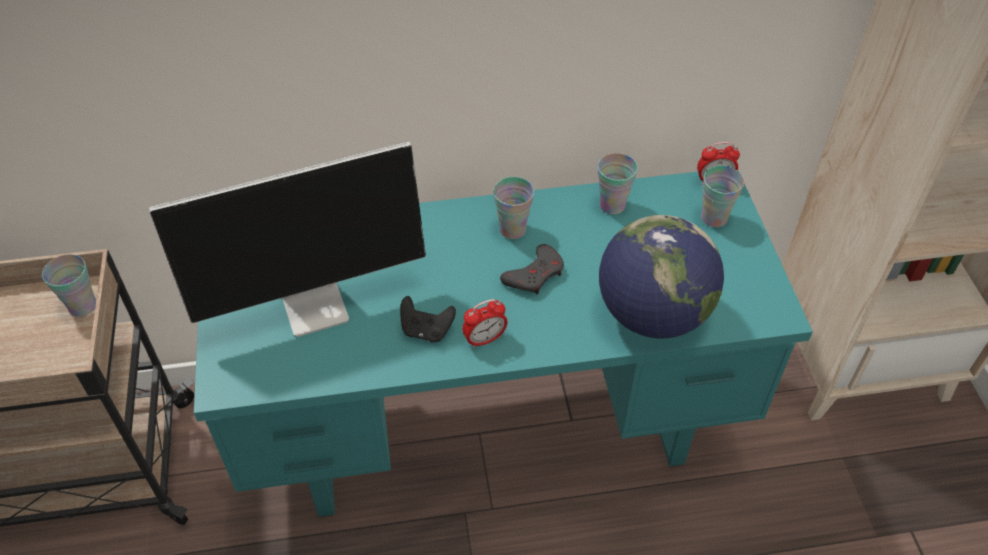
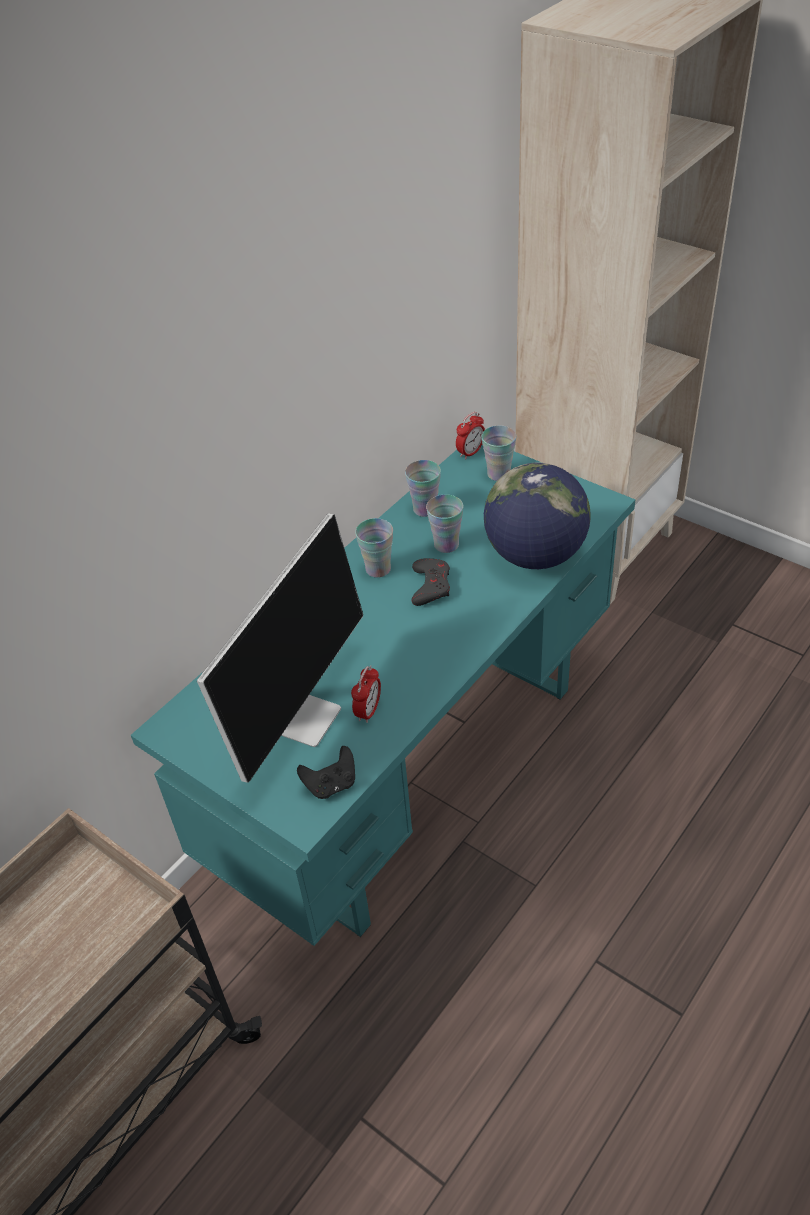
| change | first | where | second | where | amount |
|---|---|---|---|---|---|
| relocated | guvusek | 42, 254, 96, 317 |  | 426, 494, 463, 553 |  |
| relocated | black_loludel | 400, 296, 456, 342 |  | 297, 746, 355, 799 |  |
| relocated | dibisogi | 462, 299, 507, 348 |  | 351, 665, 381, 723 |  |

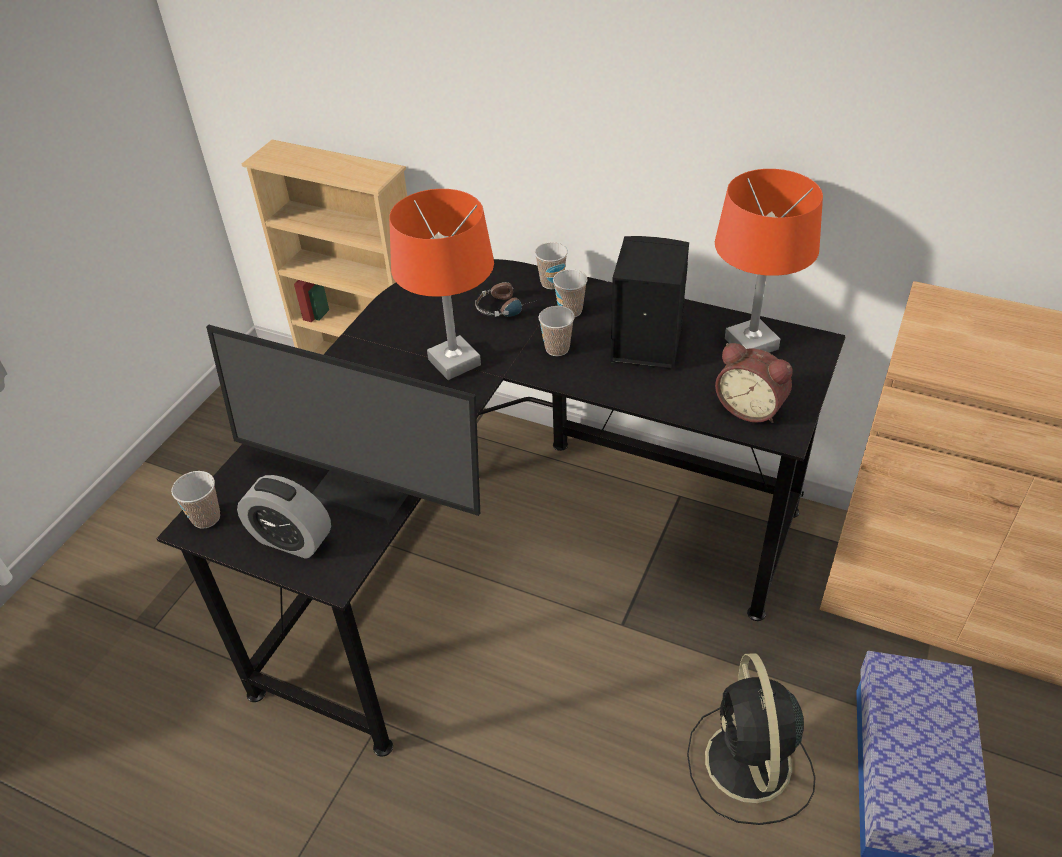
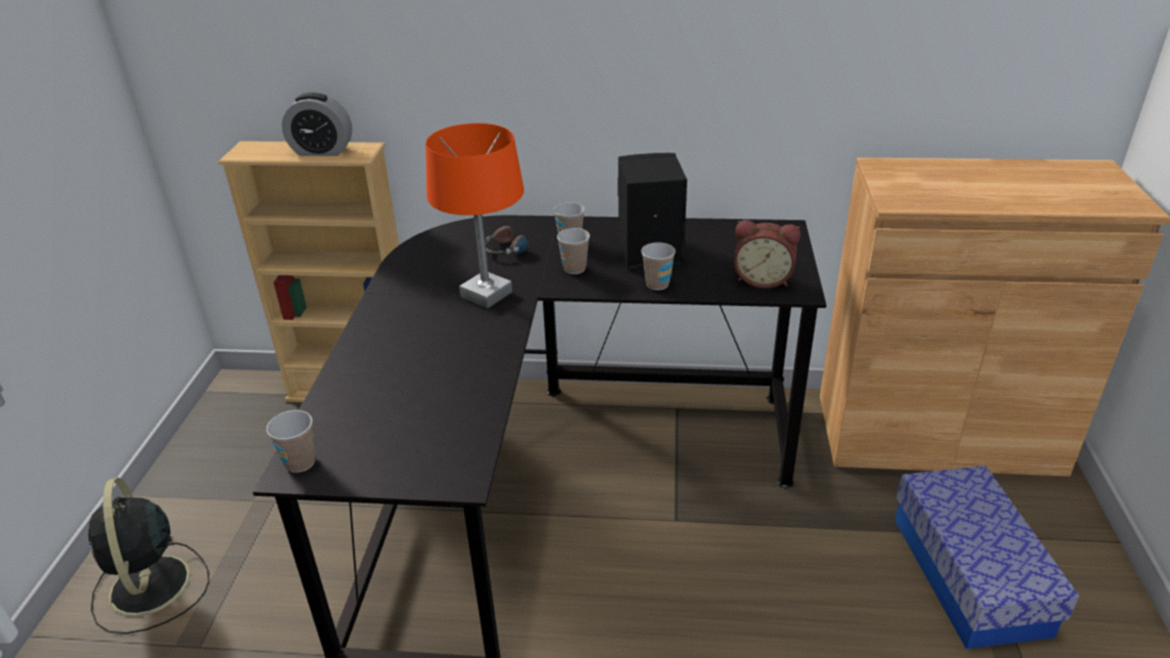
| change | first | where | second | where | amount |
|---|---|---|---|---|---|
| missing | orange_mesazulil | 715, 169, 823, 353 |  |  |  |
| relocated | guvusek | 534, 242, 568, 289 |  | 641, 242, 675, 290 |  |
| missing | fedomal | 206, 325, 480, 525 |  |  |  |
| relocated | dibisogi | 237, 475, 331, 559 |  | 282, 92, 352, 156 |  |
| relocated | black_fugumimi | 687, 653, 816, 825 |  | 89, 478, 209, 634 |  |

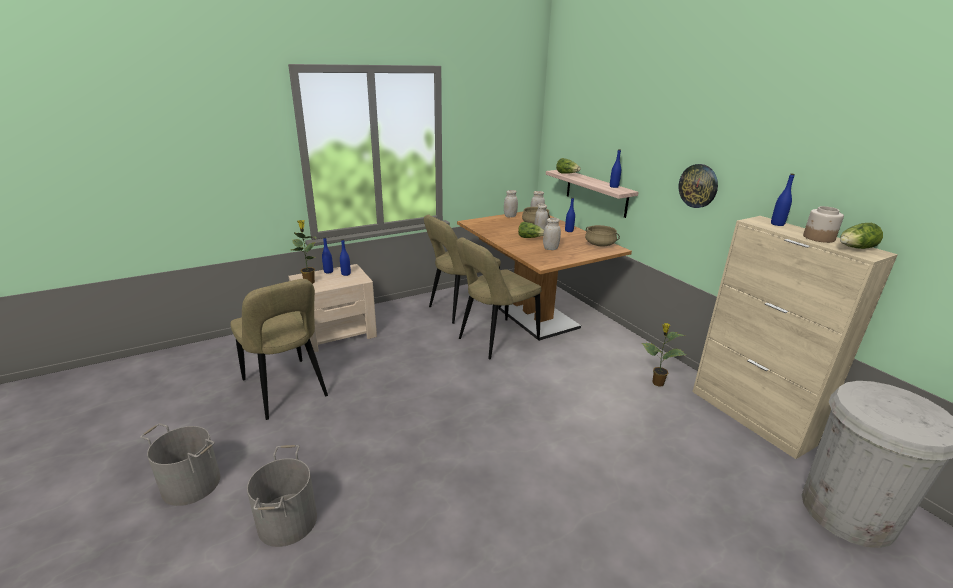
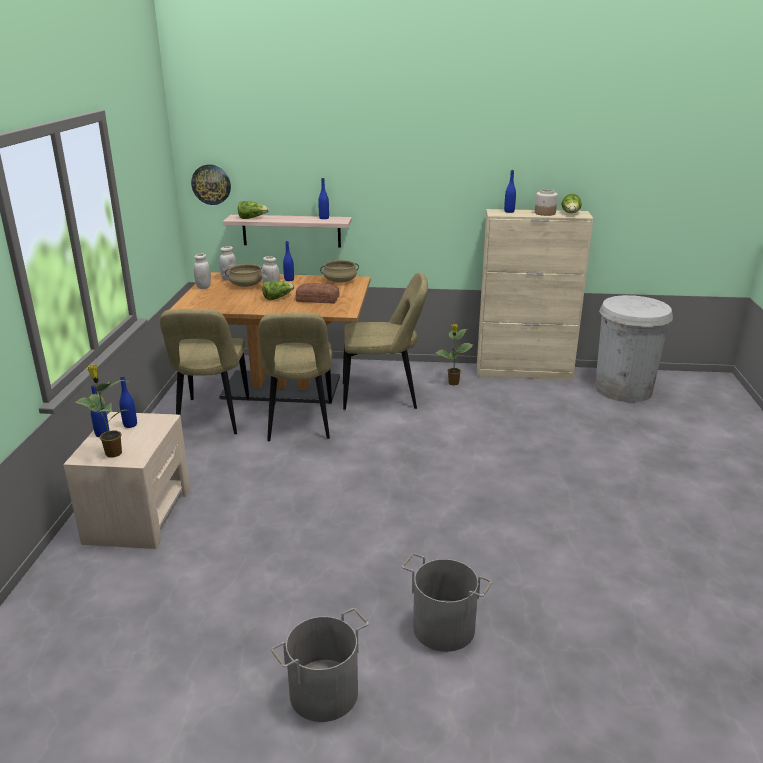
| change | first | where | second | where | amount |
|---|---|---|---|---|---|
| relocated | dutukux | 678, 164, 718, 208 |  | 191, 165, 231, 205 |  |
| exchanged | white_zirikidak | 543, 218, 561, 250 | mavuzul | 295, 283, 340, 304 |  |
| relocated | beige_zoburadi | 231, 279, 328, 420 |  | 343, 273, 428, 410 |  |

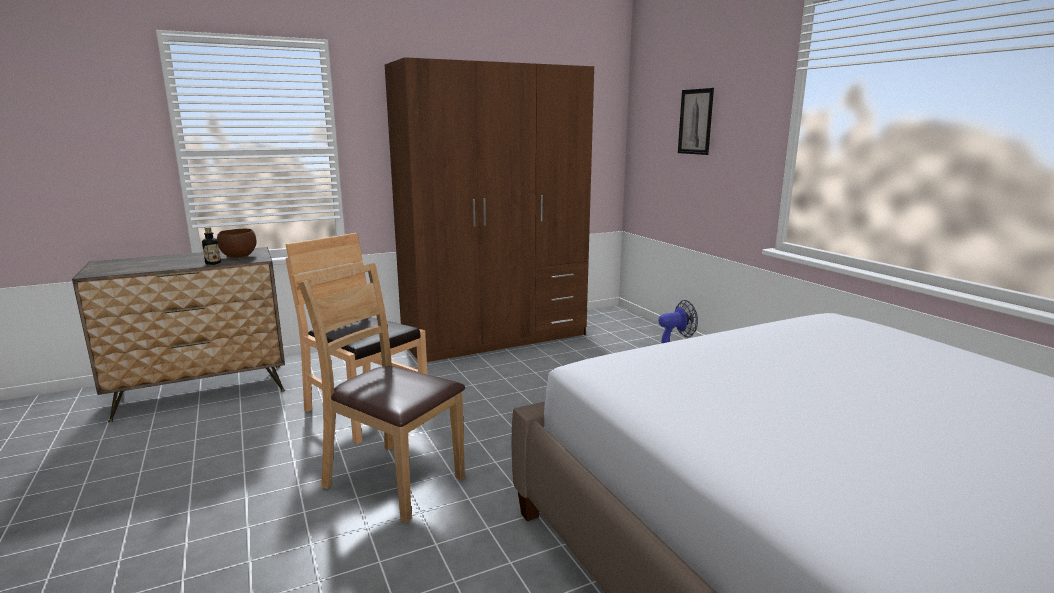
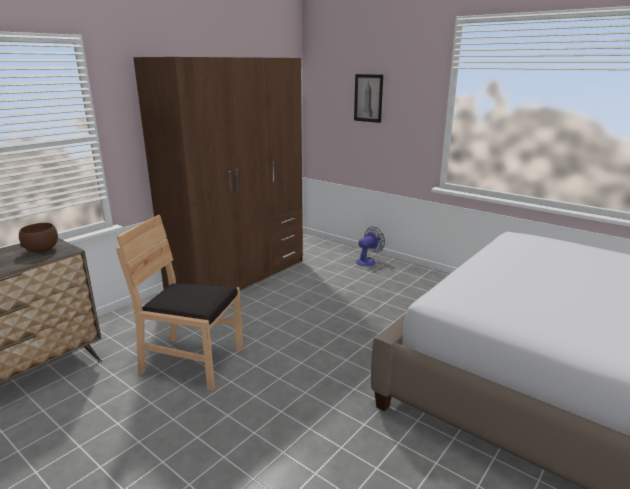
| change | first | where | second | where | amount |
|---|---|---|---|---|---|
| missing | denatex | 202, 227, 221, 265 |  |  |  |
| missing | brown_zoburadi | 298, 263, 465, 523 |  |  |  |

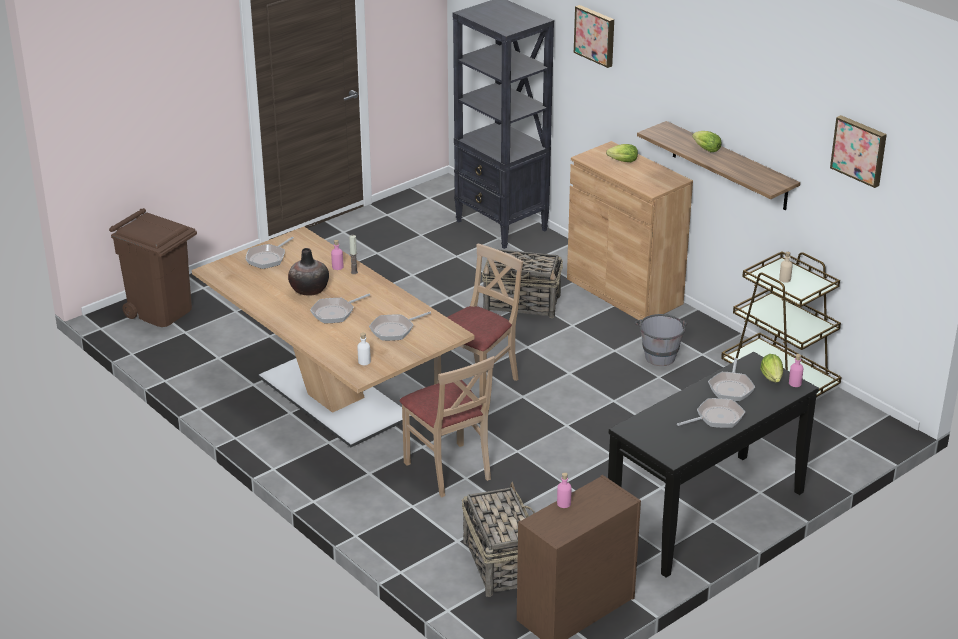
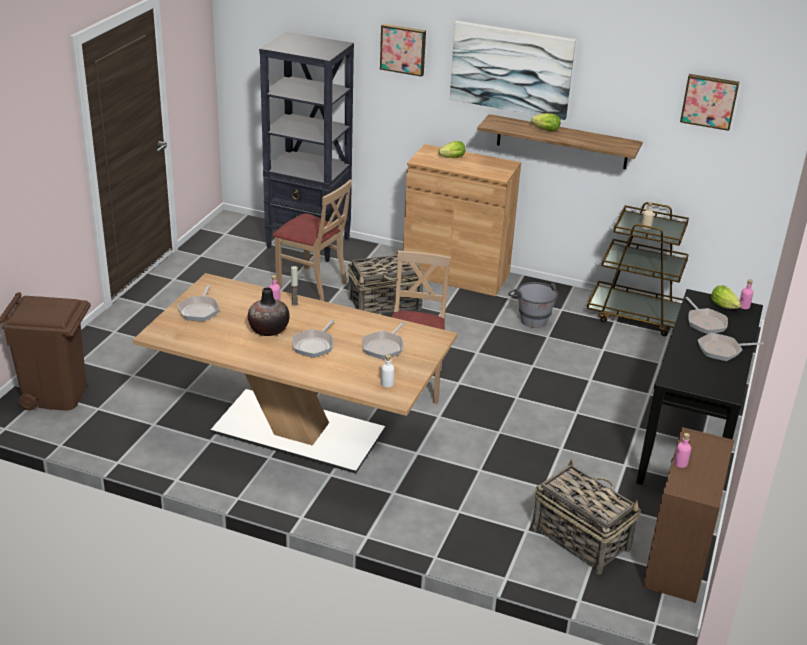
| change | first | where | second | where | amount |
|---|---|---|---|---|---|
| relocated | beige_zoburadi | 400, 356, 495, 498 |  | 273, 180, 352, 301 |  |
| spun | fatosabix | 677, 398, 745, 428 |  | 698, 333, 764, 361 | 135 degrees counterclockwise |
| appeared |  |  | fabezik | 450, 21, 576, 120 |  |

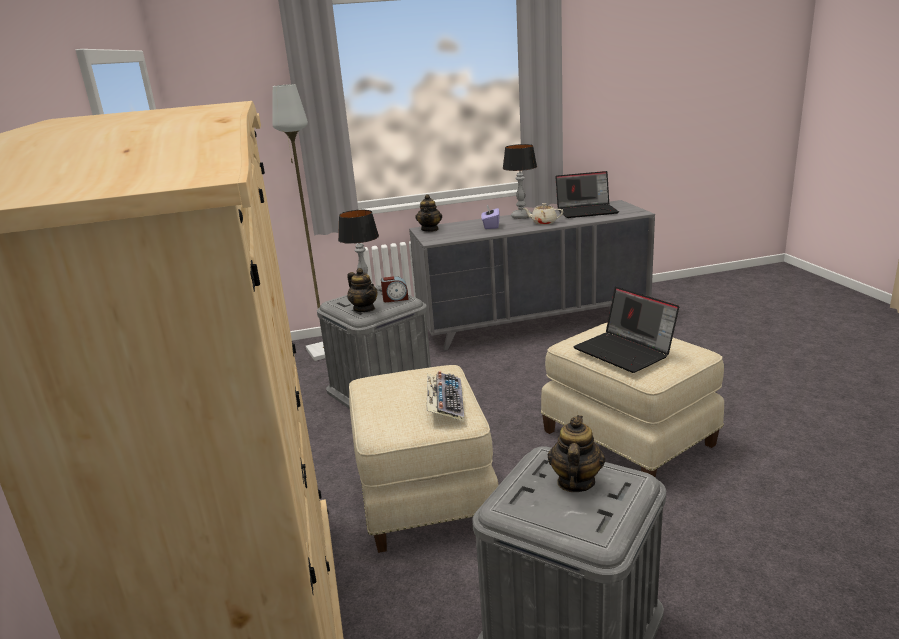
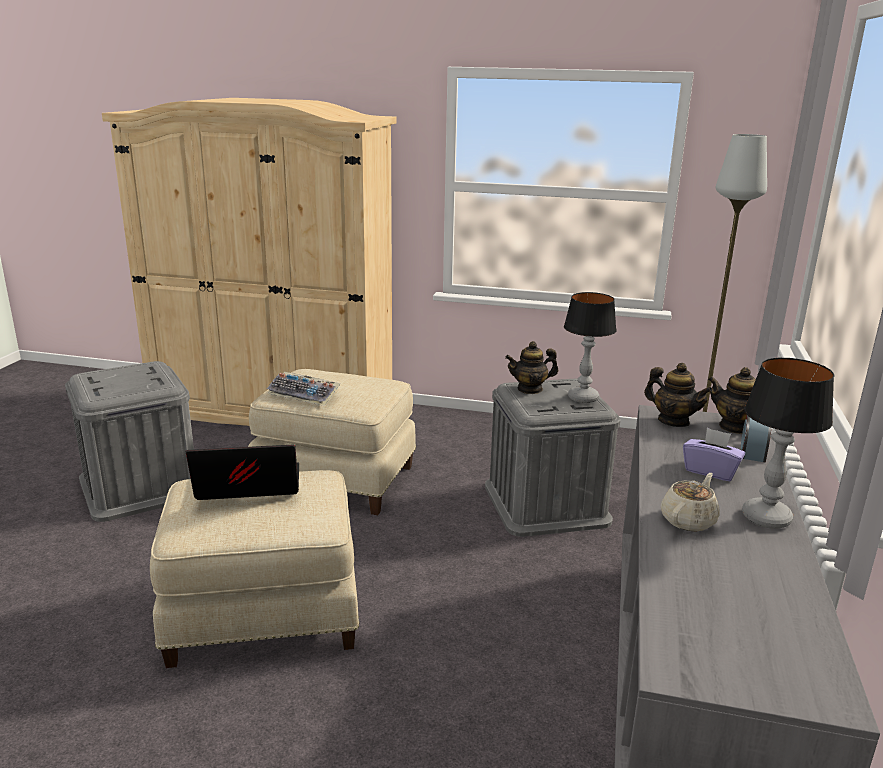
| change | first | where | second | where | amount |
|---|---|---|---|---|---|
| missing | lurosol | 555, 171, 619, 218 |  |  |  |
| relocated | dibisogi | 381, 276, 409, 302 |  | 741, 414, 771, 462 |  |
| relocated | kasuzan | 548, 415, 605, 492 |  | 644, 363, 713, 427 |  |

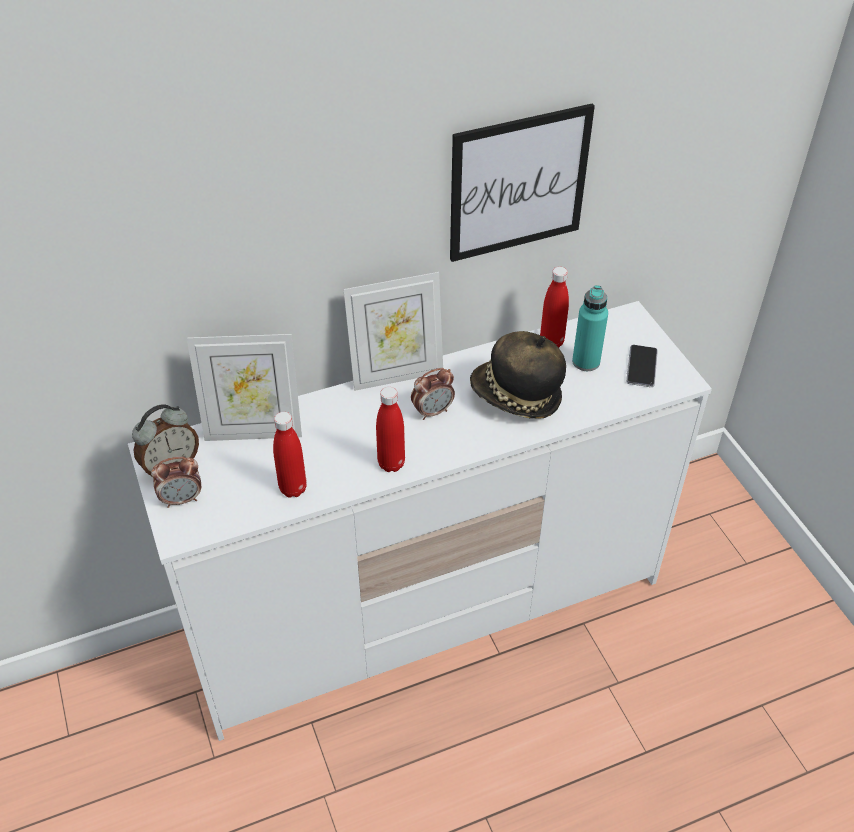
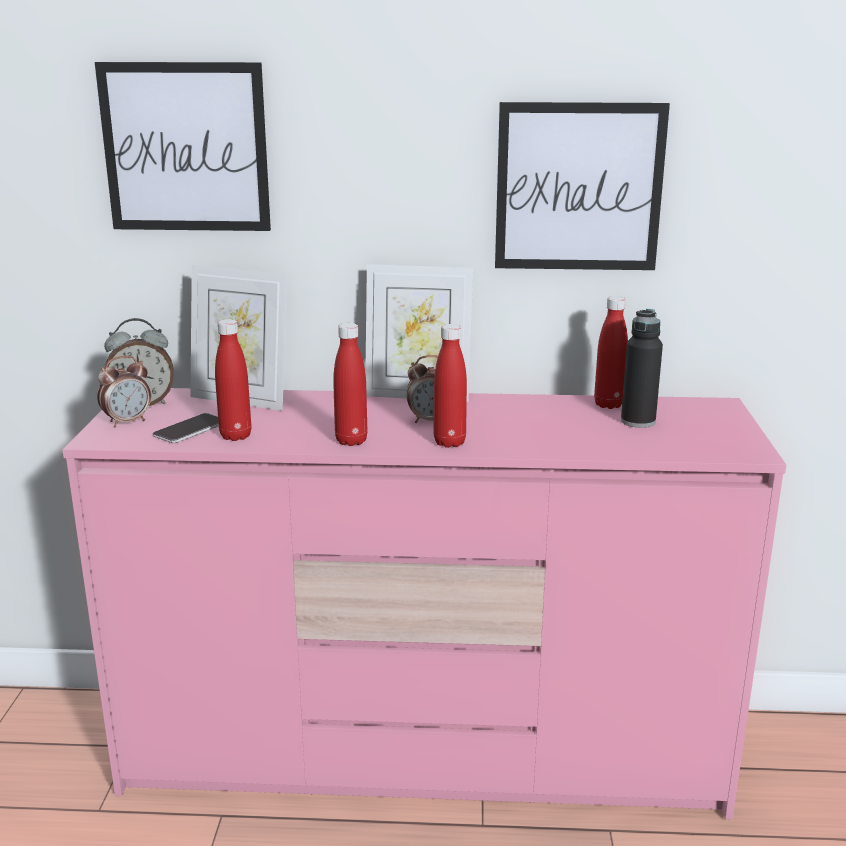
| change | first | where | second | where | amount |
|---|---|---|---|---|---|
| colour | turquoise_denatex | 572, 285, 608, 371 | black_denatex | 621, 309, 663, 428 |  |
| colour | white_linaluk | 128, 301, 712, 741 | pink_linaluk | 62, 388, 786, 819 |  |
| missing | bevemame | 470, 331, 566, 419 |  |  |  |
| relocated | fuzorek | 626, 345, 658, 387 |  | 153, 413, 219, 443 |  |
| spun | dibisogi | 151, 457, 201, 508 |  | 97, 356, 151, 427 | 45 degrees counterclockwise |
| appeared |  |  | fabezik | 95, 62, 271, 231 |  |
| appeared |  |  | red_denatex | 433, 324, 467, 448 |  |

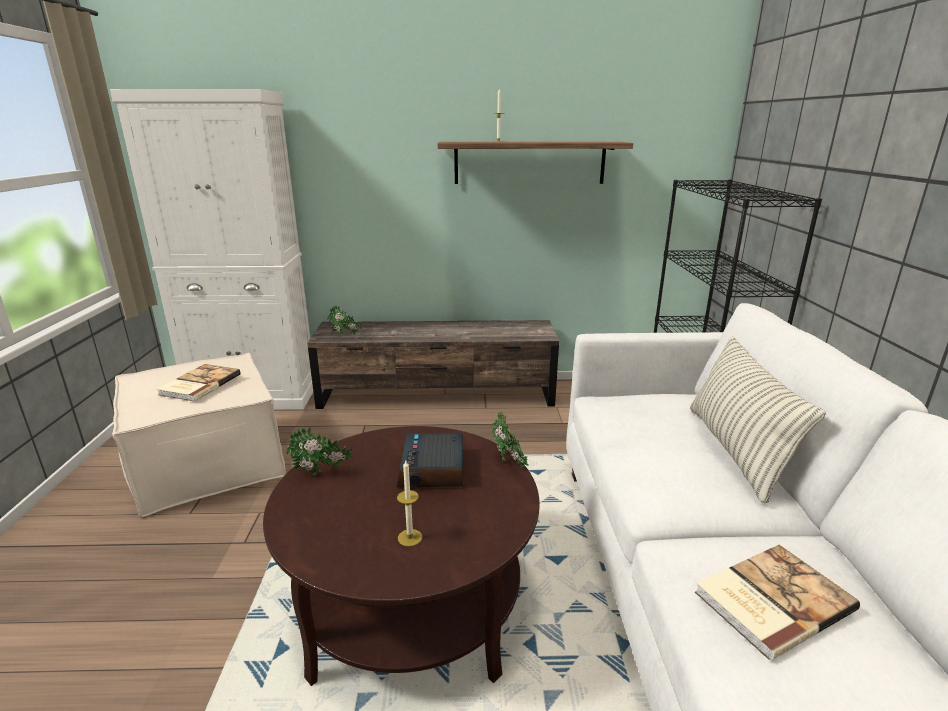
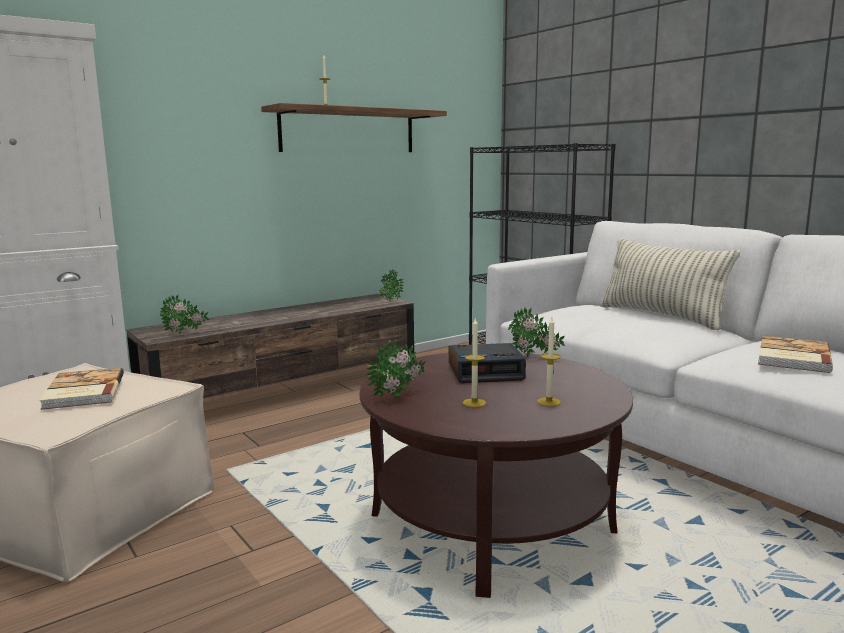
| change | first | where | second | where | amount |
|---|---|---|---|---|---|
| spun | dibisogi | 397, 433, 463, 487 |  | 449, 343, 526, 383 | 60 degrees counterclockwise |
| appeared |  |  | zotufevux | 379, 269, 404, 304 |  |
| appeared |  |  | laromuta | 463, 319, 486, 407 |  |

